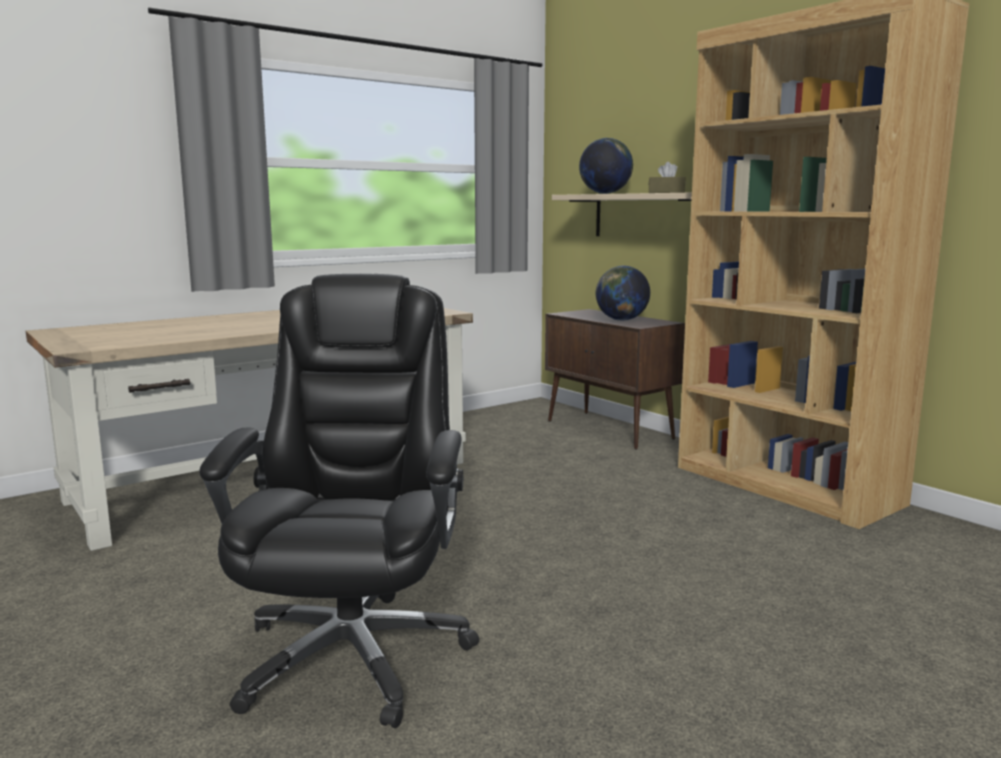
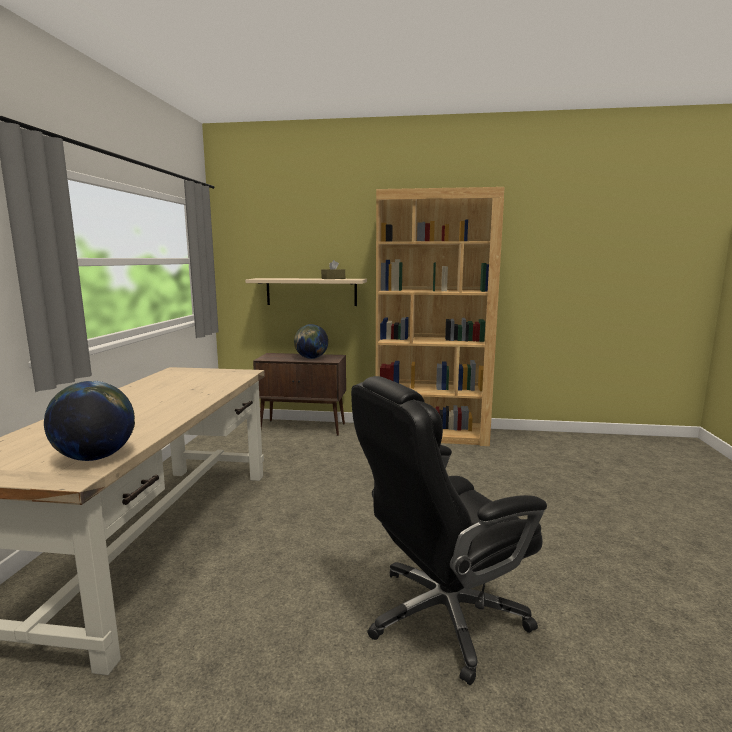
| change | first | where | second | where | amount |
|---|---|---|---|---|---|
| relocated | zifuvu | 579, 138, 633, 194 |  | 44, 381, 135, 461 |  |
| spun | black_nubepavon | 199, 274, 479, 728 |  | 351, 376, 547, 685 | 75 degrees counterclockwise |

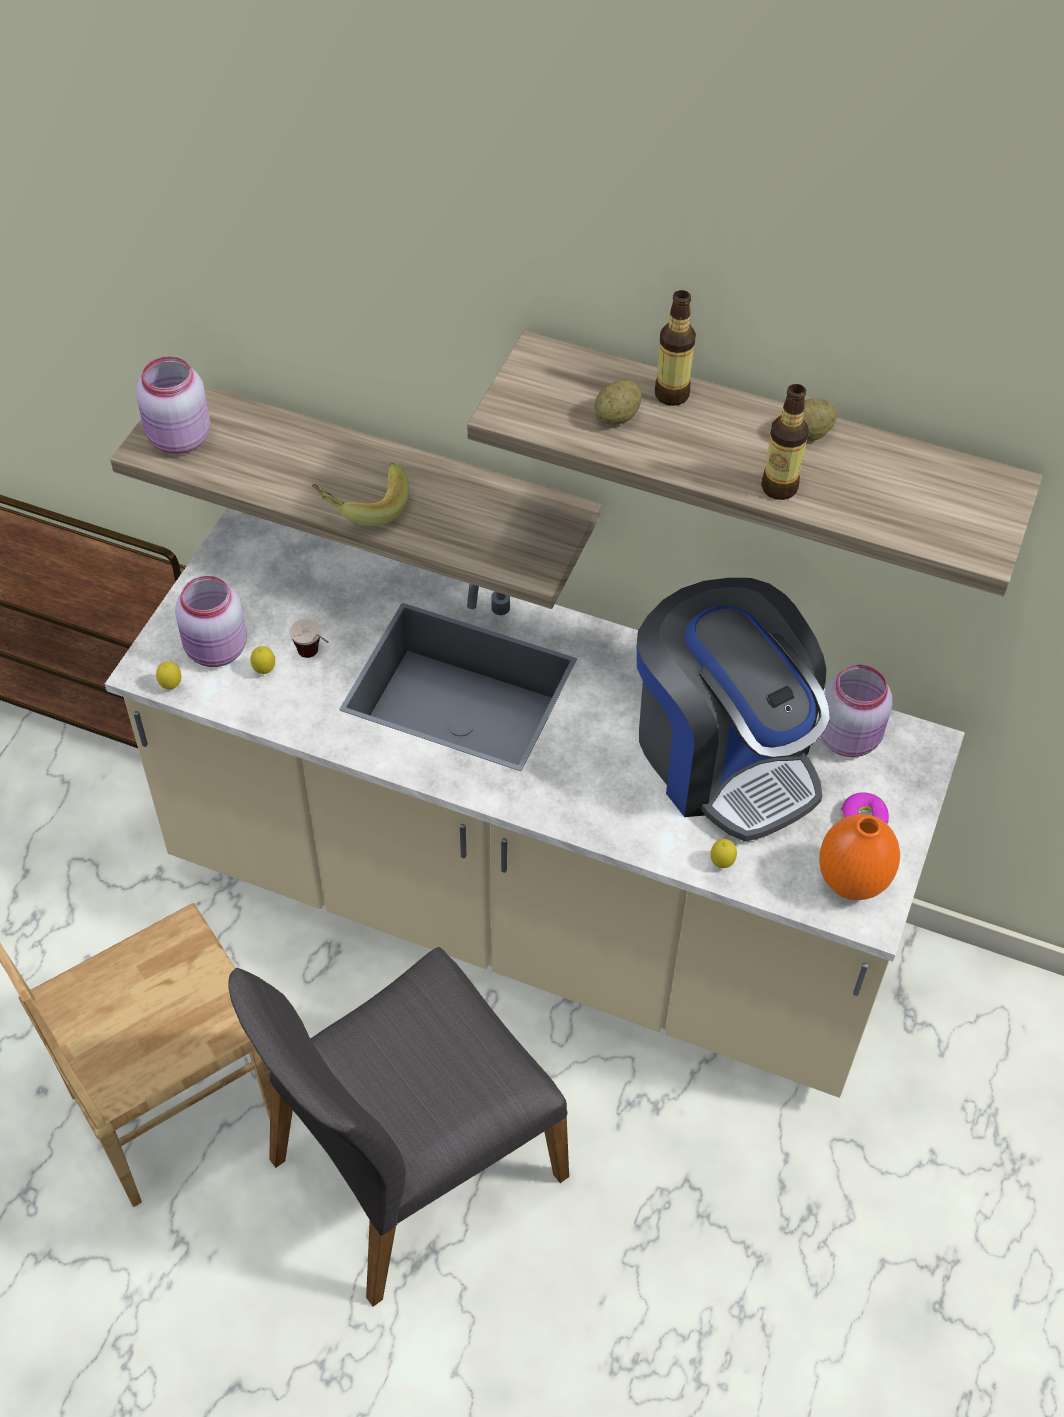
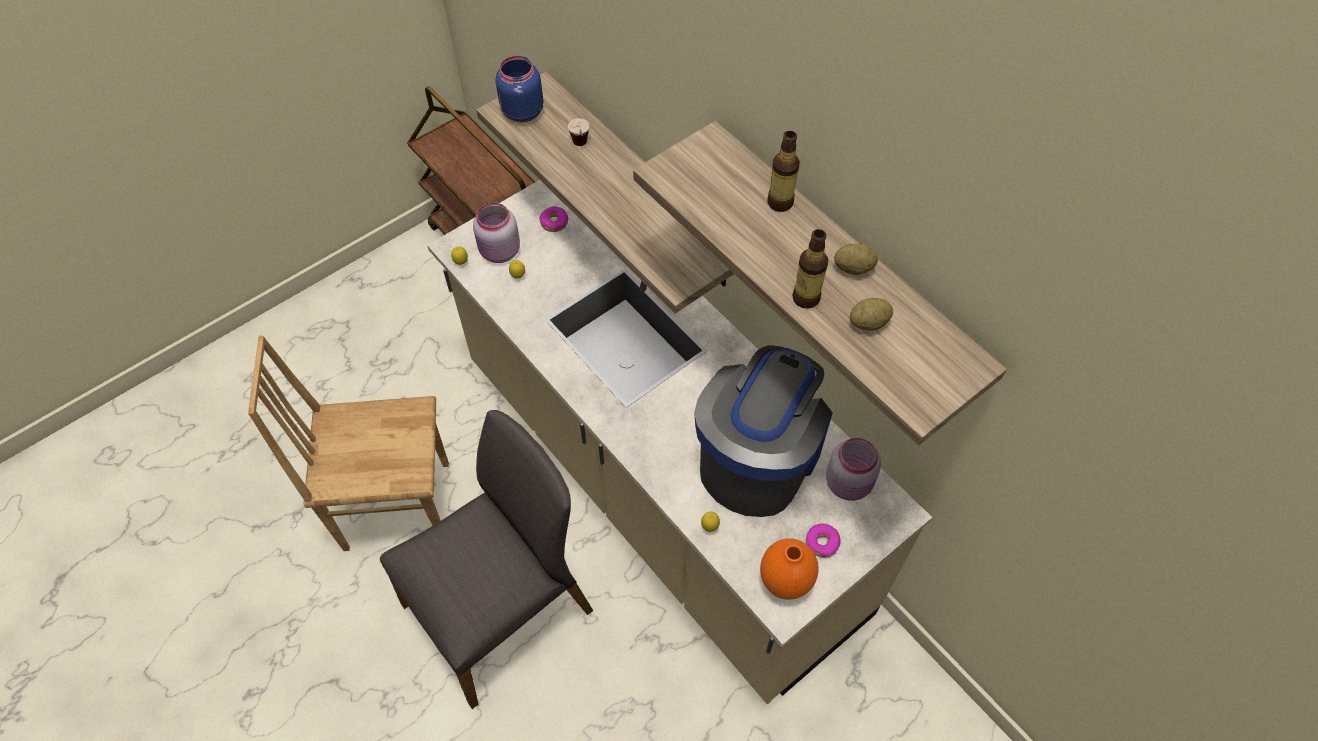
| change | first | where | second | where | amount |
|---|---|---|---|---|---|
| colour | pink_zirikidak | 136, 356, 210, 454 | blue_zirikidak | 495, 56, 543, 123 |  |
| relocated | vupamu | 594, 380, 642, 425 |  | 850, 298, 893, 331 |  |
| missing | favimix | 312, 463, 409, 526 |  |  |  |
| spun | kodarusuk | 637, 578, 830, 842 |  | 694, 345, 833, 517 | 150 degrees counterclockwise |
| relocated | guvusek | 290, 619, 329, 658 |  | 568, 118, 589, 146 |  |
| spun | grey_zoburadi | 228, 947, 569, 1307 |  | 380, 410, 593, 709 | 150 degrees clockwise |
| appeared |  |  | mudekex | 539, 206, 569, 232 |  |

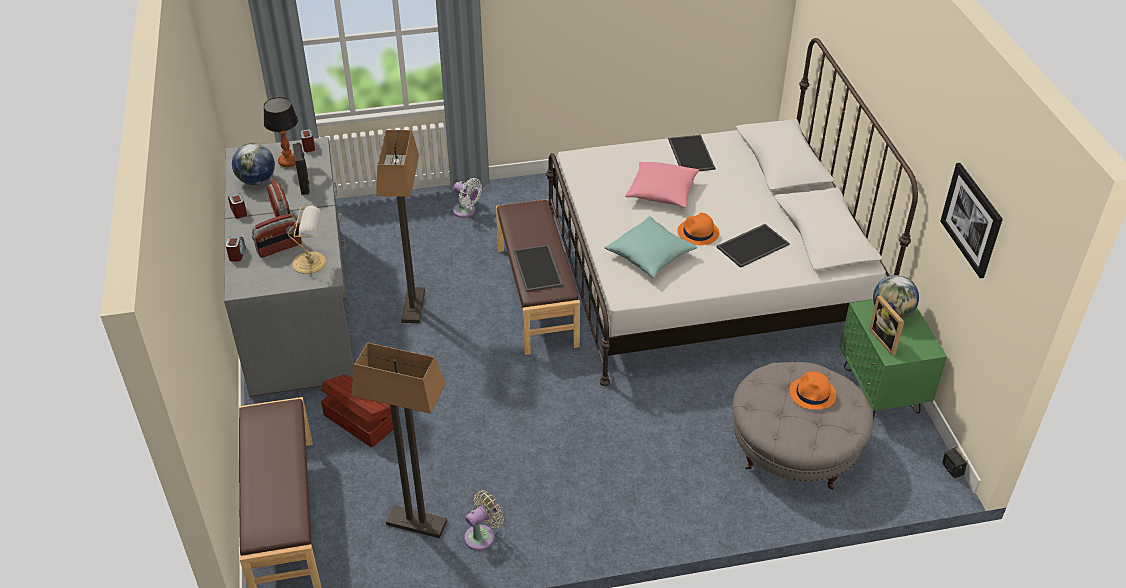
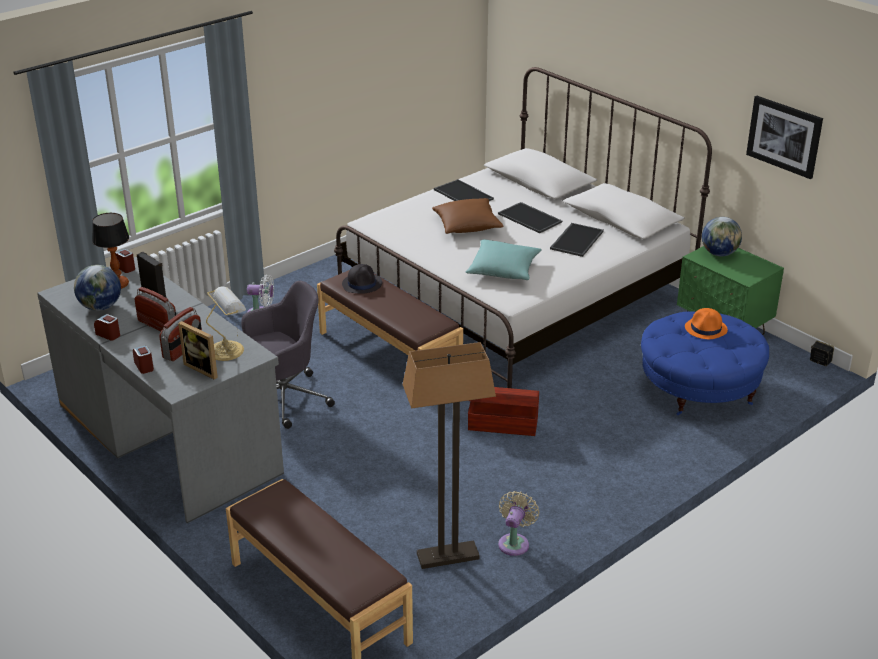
| change | first | where | second | where | amount |
|---|---|---|---|---|---|
| exchanged | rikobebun | 376, 130, 425, 323 | grey_nubepavon | 241, 281, 335, 429 |  |
| colour | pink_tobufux | 625, 162, 699, 208 | brown_tobufux | 432, 198, 504, 234 |  |
| missing | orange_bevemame | 677, 213, 719, 245 |  |  |  |
| relocated | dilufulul | 513, 245, 563, 292 |  | 498, 202, 562, 233 |  |
| relocated | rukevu | 869, 295, 904, 356 |  | 178, 321, 218, 380 |  |
| colour | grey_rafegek | 732, 362, 873, 490 | blue_rafegek | 641, 311, 769, 415 |  |
| relocated | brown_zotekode | 321, 374, 394, 448 |  | 468, 387, 539, 436 |  |
| appeared |  |  | black_bevemame | 342, 264, 382, 294 |  |

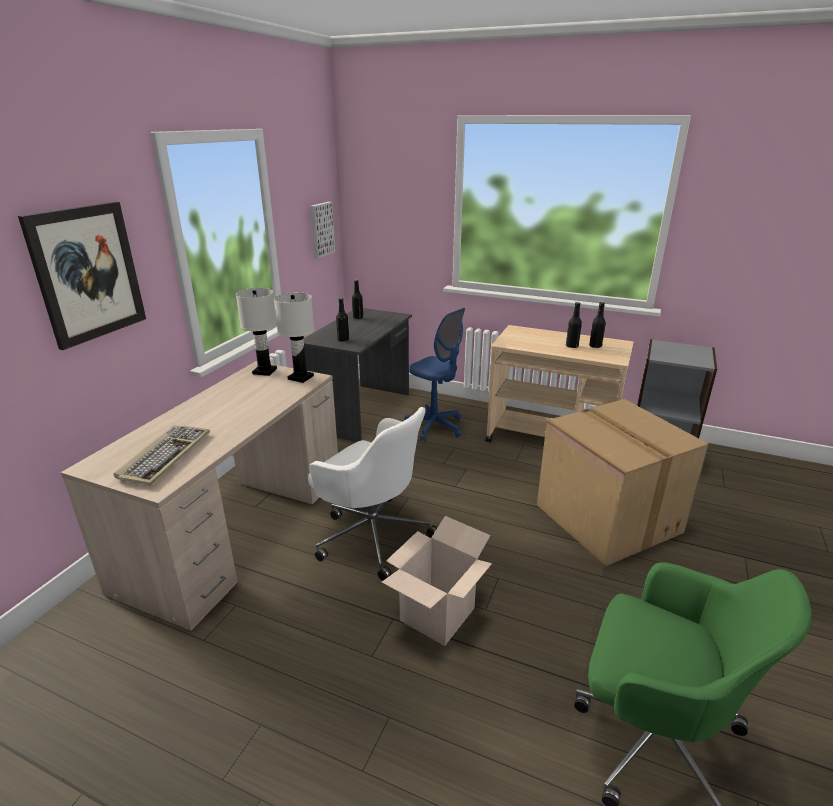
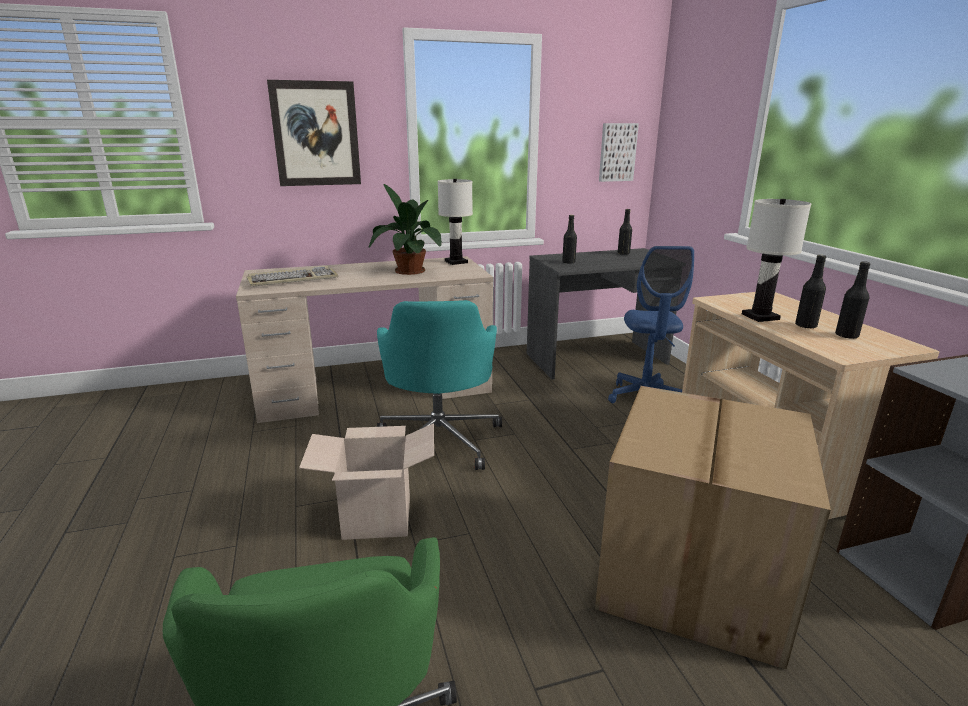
| change | first | where | second | where | amount |
|---|---|---|---|---|---|
| relocated | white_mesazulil | 274, 292, 315, 383 |  | 742, 199, 811, 322 |  |
| colour | white_nubepavon | 308, 407, 437, 580 | turquoise_nubepavon | 377, 300, 502, 470 |  |
| appeared |  |  | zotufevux | 369, 184, 442, 275 |  |

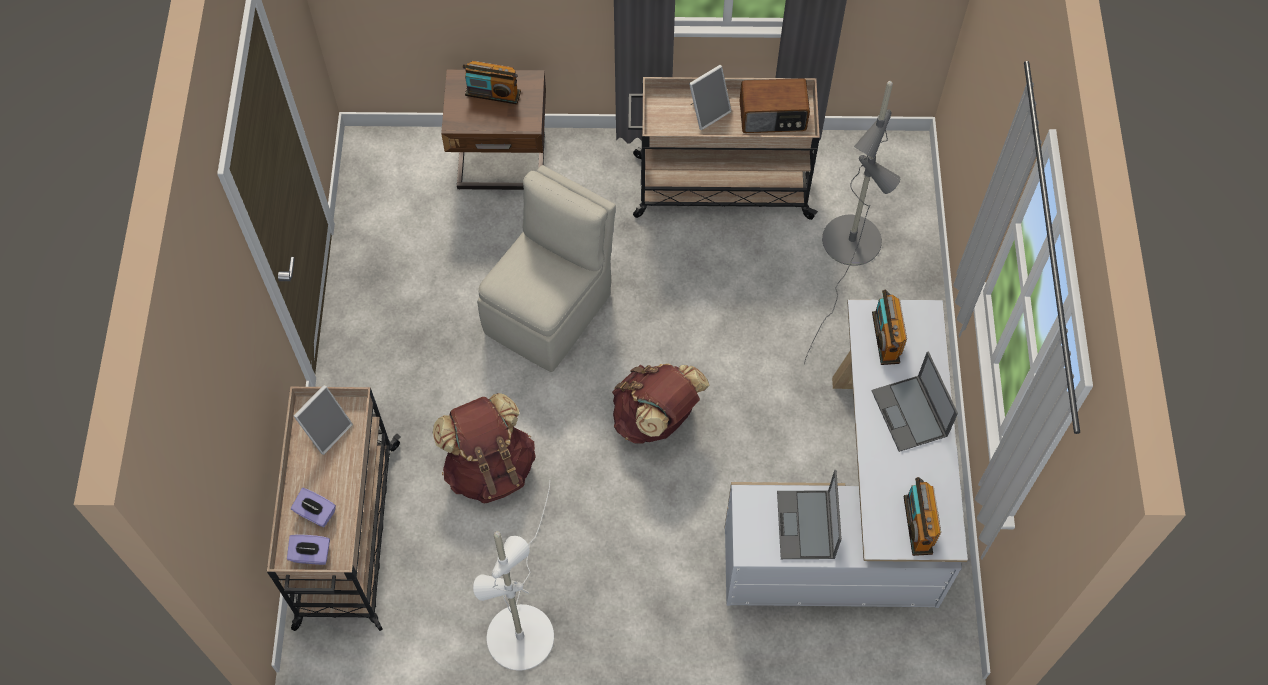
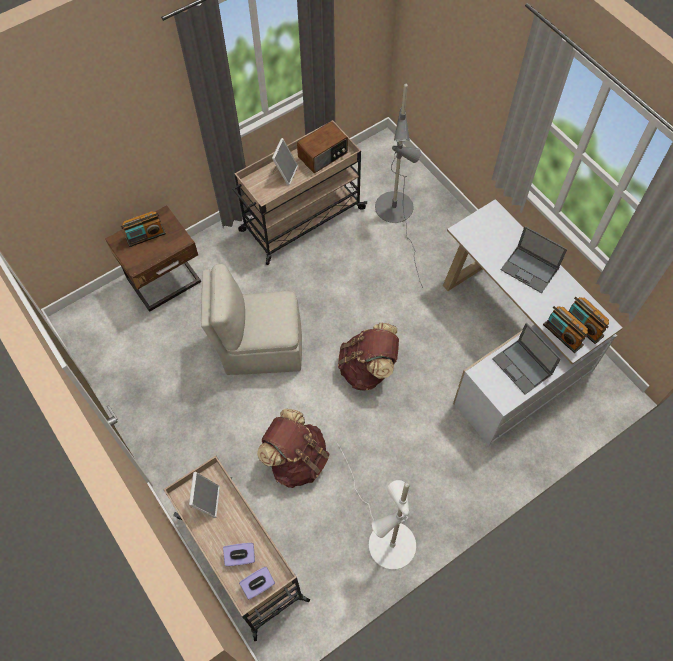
| change | first | where | second | where | amount |
|---|---|---|---|---|---|
| spun | beige_zoburadi | 477, 165, 616, 372 |  | 201, 264, 302, 375 | 90 degrees counterclockwise |
| relocated | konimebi | 872, 289, 907, 365 |  | 543, 306, 588, 353 |  |

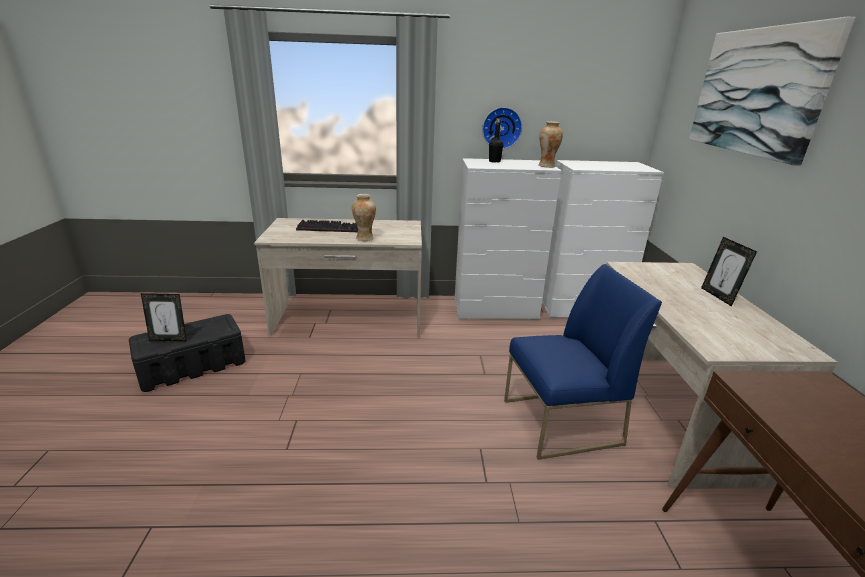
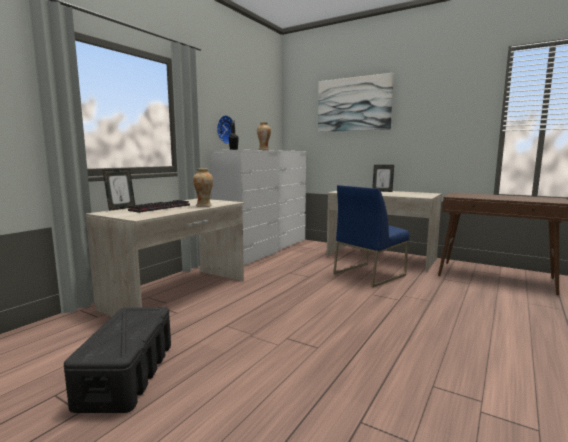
| change | first | where | second | where | amount |
|---|---|---|---|---|---|
| spun | blue_zoburadi | 504, 264, 662, 460 |  | 333, 185, 410, 287 | 150 degrees counterclockwise |
| relocated | rukevu | 141, 293, 187, 341 |  | 103, 169, 135, 211 |  |

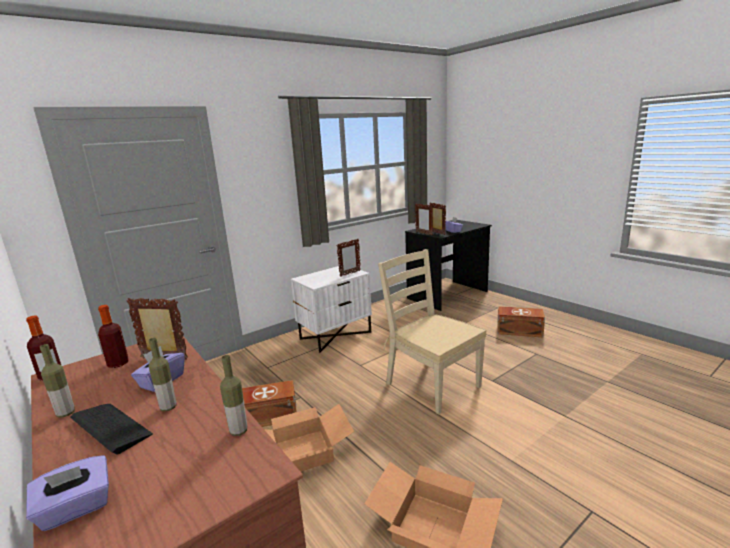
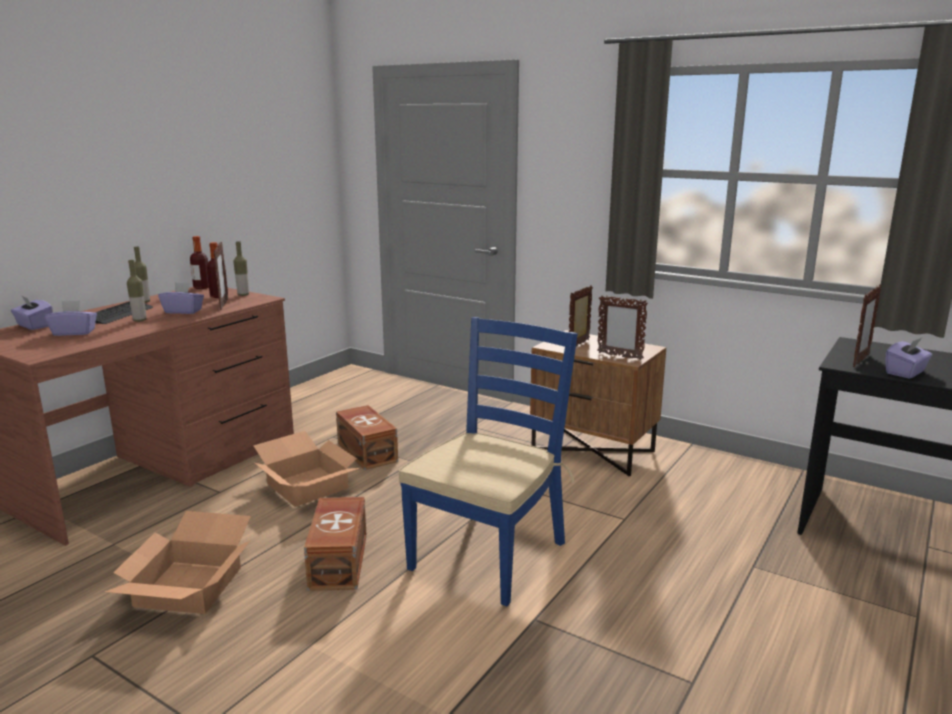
| change | first | where | second | where | amount |
|---|---|---|---|---|---|
| relocated | rukevu | 415, 204, 433, 236 |  | 569, 285, 593, 346 |  |
| colour | beige_zoburadi | 378, 249, 486, 415 | blue_zoburadi | 398, 317, 578, 606 |  |
| colour | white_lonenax | 291, 266, 372, 353 | brown_lonenax | 530, 330, 666, 476 |  |
| relocated | brown_zotekode | 497, 306, 545, 337 |  | 304, 497, 367, 591 |  |
| relocated | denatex | 220, 355, 247, 436 |  | 233, 241, 249, 296 |  |
| appeared |  |  | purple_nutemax | 44, 300, 97, 336 |  |

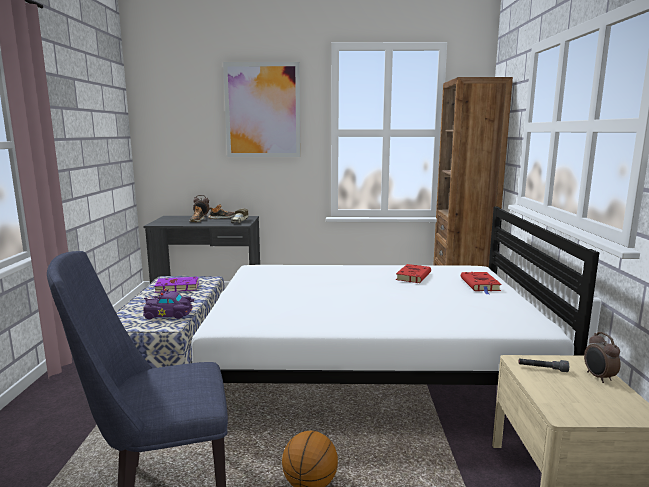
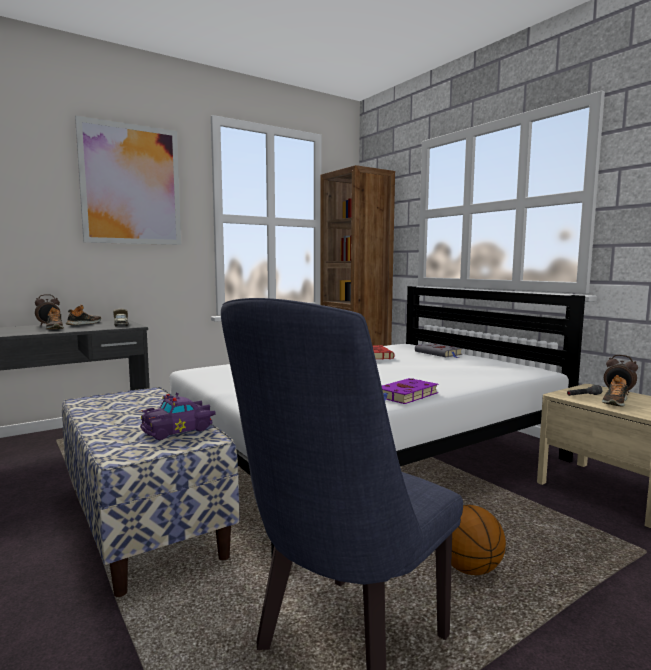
| change | first | where | second | where | amount |
|---|---|---|---|---|---|
| colour | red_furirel | 461, 272, 502, 294 | grey_furirel | 415, 343, 462, 358 |  |
| relocated | purple_furirel | 150, 277, 199, 293 |  | 382, 378, 438, 404 |  |
| appeared |  |  | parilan | 602, 375, 628, 406 |  |

